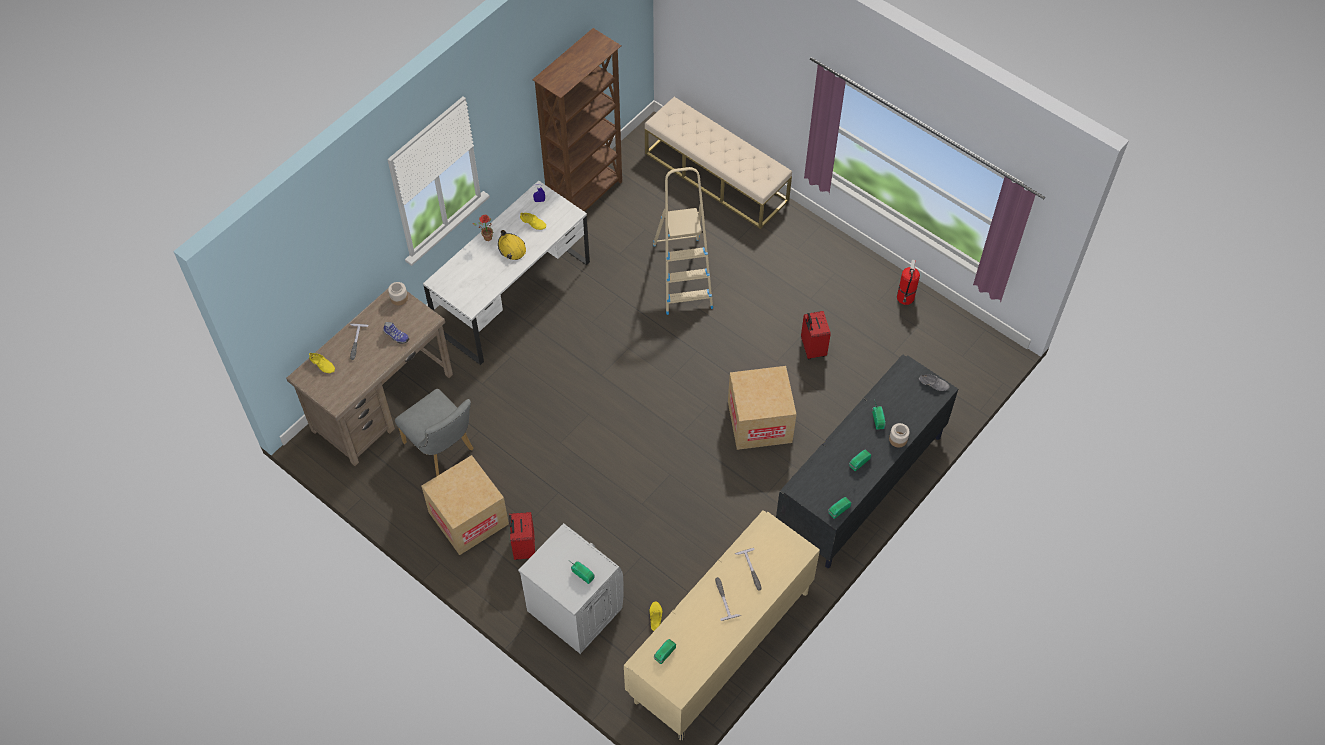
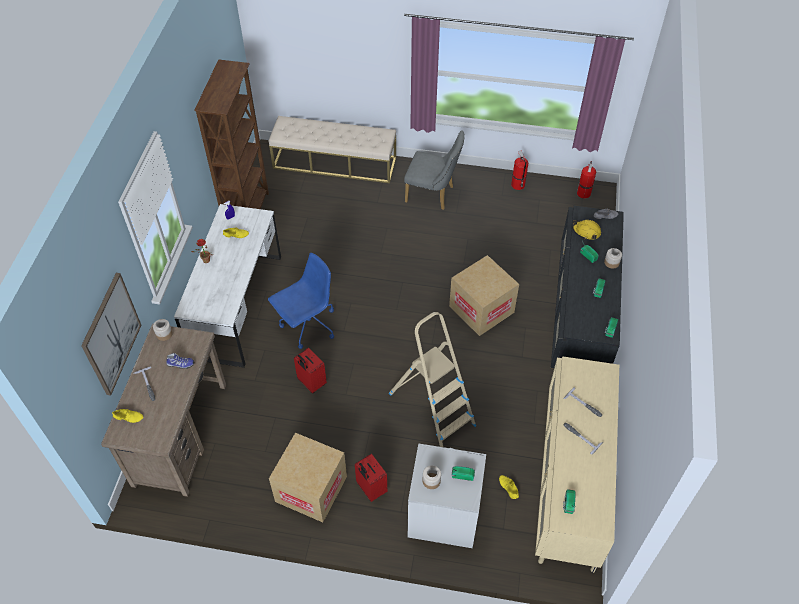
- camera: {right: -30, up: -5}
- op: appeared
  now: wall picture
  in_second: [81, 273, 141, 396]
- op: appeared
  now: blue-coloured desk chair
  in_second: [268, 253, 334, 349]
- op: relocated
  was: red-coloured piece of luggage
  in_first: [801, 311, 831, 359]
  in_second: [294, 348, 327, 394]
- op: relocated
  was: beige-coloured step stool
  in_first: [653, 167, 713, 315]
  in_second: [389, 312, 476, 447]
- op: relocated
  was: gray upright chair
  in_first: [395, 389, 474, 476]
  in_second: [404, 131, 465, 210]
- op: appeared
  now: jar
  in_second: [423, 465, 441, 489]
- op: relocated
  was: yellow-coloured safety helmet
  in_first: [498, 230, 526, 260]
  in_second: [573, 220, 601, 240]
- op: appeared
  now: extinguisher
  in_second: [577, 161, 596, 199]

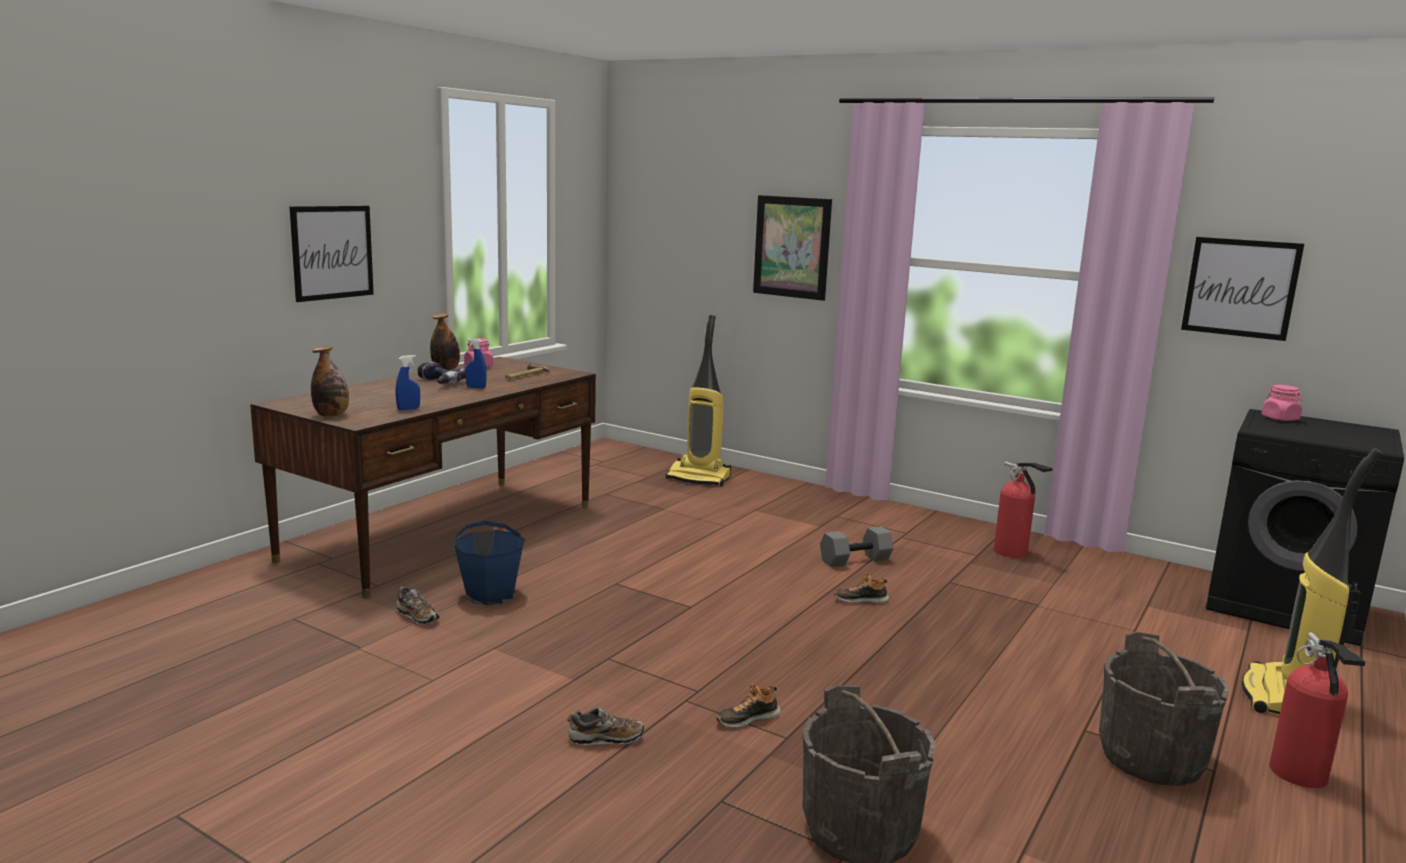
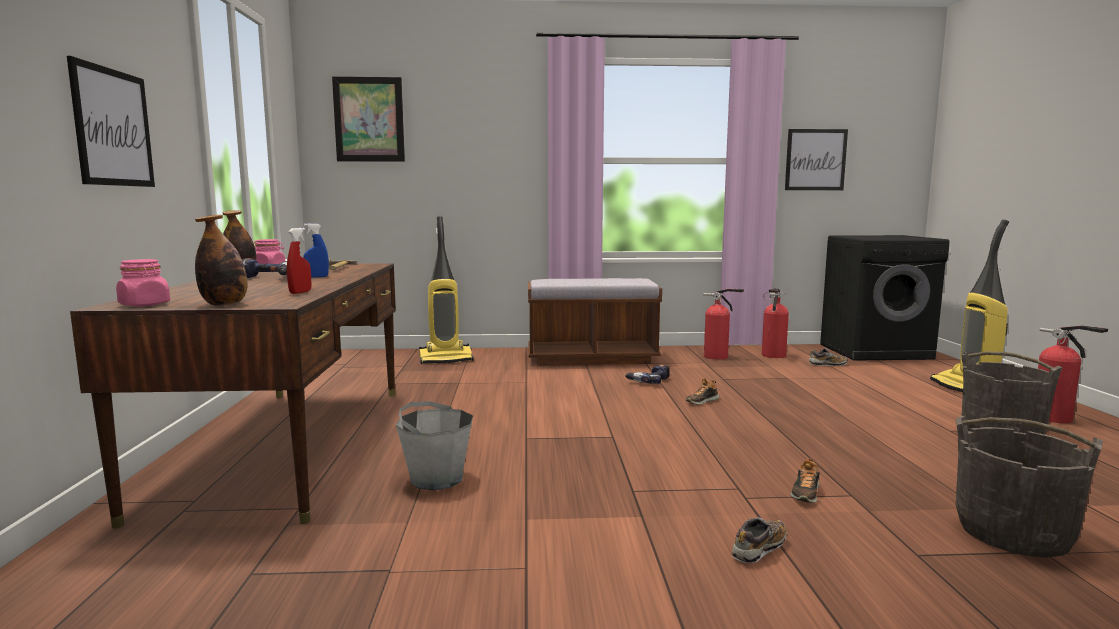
- camera: {right: -35, up: -5}
- op: relocated
  was: pink jar
  in_first: [1261, 385, 1303, 421]
  in_second: [116, 259, 170, 307]
- op: colour
  was: blue-coloured sprayer
  now: red-coloured sprayer
  in_first: [395, 355, 420, 410]
  in_second: [287, 228, 311, 294]
- op: relocated
  was: wall picture
  in_first: [753, 195, 832, 301]
  in_second: [332, 76, 405, 162]
- op: colour
  was: blue-coloured pail
  now: gray pail
  in_first: [454, 521, 525, 606]
  in_second: [396, 401, 473, 490]
- op: appeared
  now: brownish long seat
  in_second: [528, 278, 662, 365]
- op: exchanged
  was: gray free weight
  now: power drill
  in_first: [820, 526, 894, 567]
  in_second: [625, 365, 670, 384]
- op: appeared
  now: extinguisher
  in_second: [762, 289, 789, 358]
- op: relocated
  was: item of footwear
  in_first: [397, 586, 440, 625]
  in_second: [809, 348, 848, 366]

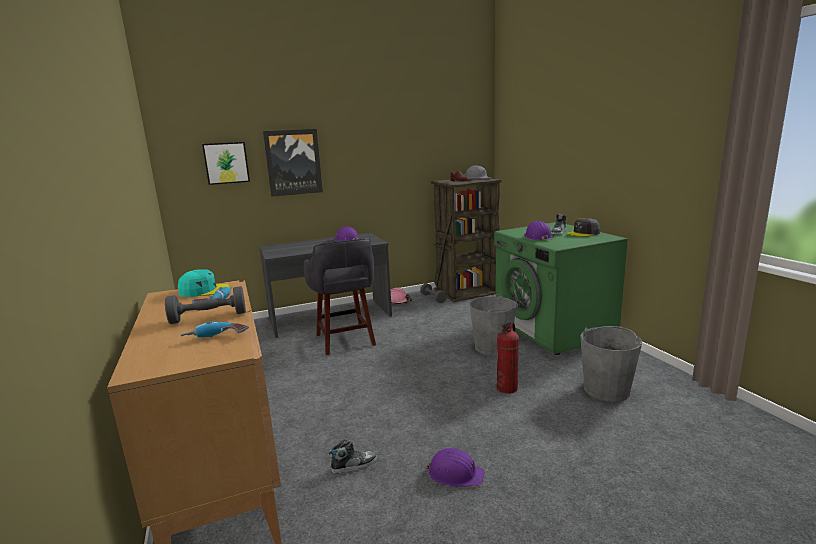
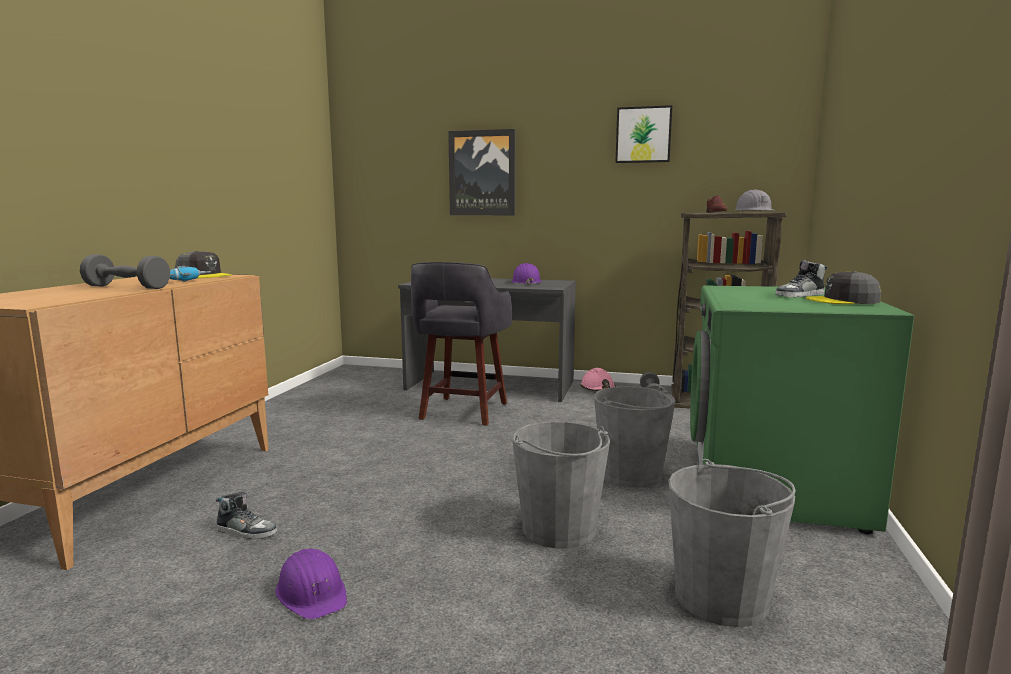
- camera: {right: 35, up: -5}
- op: colour
  was: turquoise-coloured baseball cap
  now: gray baseball cap
  in_first: [178, 269, 230, 297]
  in_second: [175, 251, 232, 279]
- op: exchanged
  was: extinguisher
  now: gray pail
  in_first: [497, 321, 519, 394]
  in_second: [512, 421, 610, 549]
- op: relocated
  was: wall picture
  in_first: [202, 142, 250, 185]
  in_second: [615, 105, 672, 163]
- op: missing
  was: power drill
  in_first: [181, 320, 249, 337]
- op: missing
  was: purple-coloured safety helmet
  in_first: [524, 221, 553, 241]

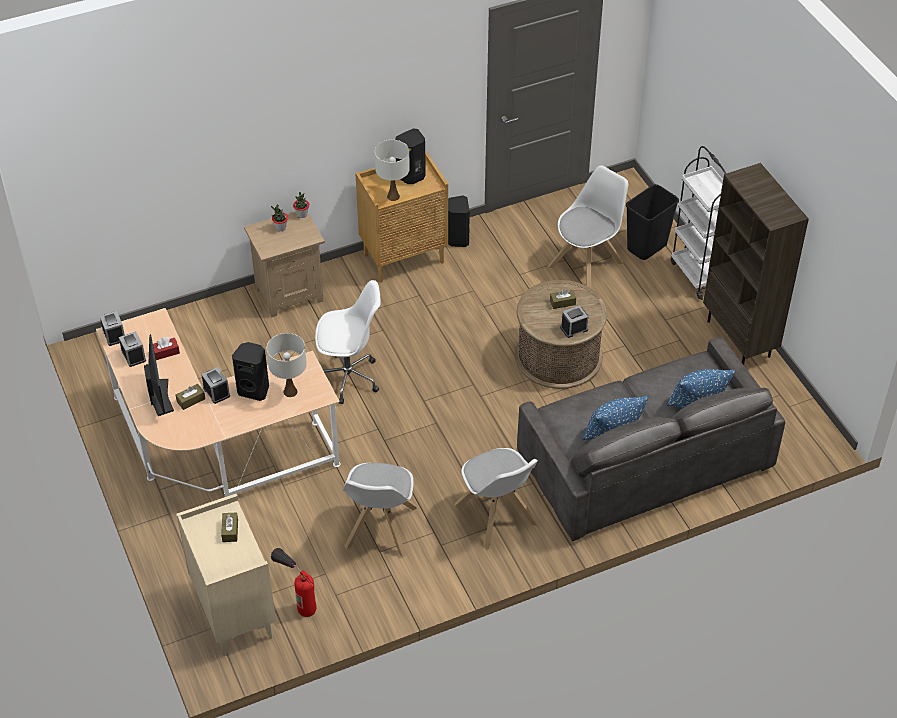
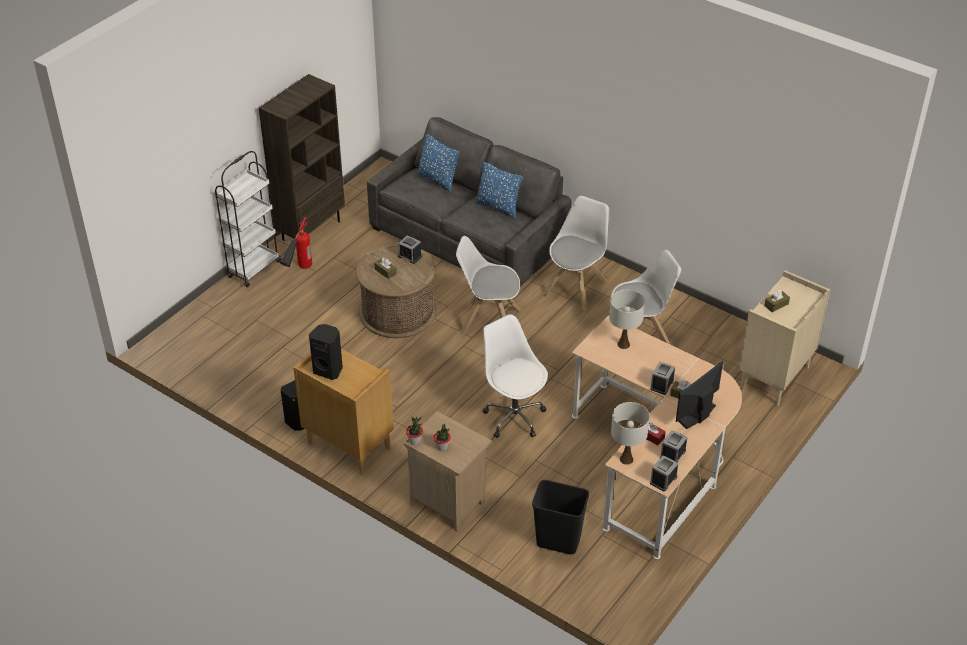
- camera: {right: -120, up: -5}
- op: relocated
  was: extinguisher
  in_first: [271, 548, 316, 617]
  in_second: [280, 217, 312, 269]
- op: relocated
  was: upright chair
  in_first: [548, 166, 628, 288]
  in_second: [456, 236, 521, 335]
- op: relocated
  was: blackish trash can
  in_first: [626, 184, 679, 260]
  in_second: [532, 480, 589, 554]
- op: relocated
  was: white-coloured table lamp
  in_first: [375, 140, 410, 201]
  in_second: [611, 402, 650, 465]
- op: missing
  was: blackish speaker
  in_first: [232, 342, 269, 401]

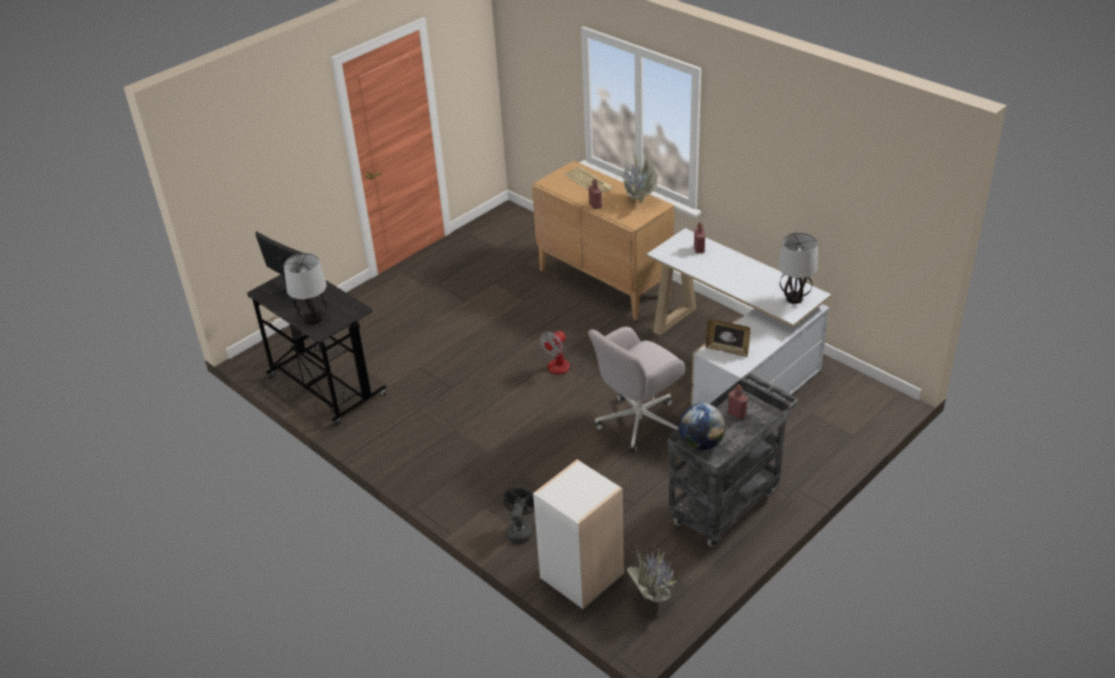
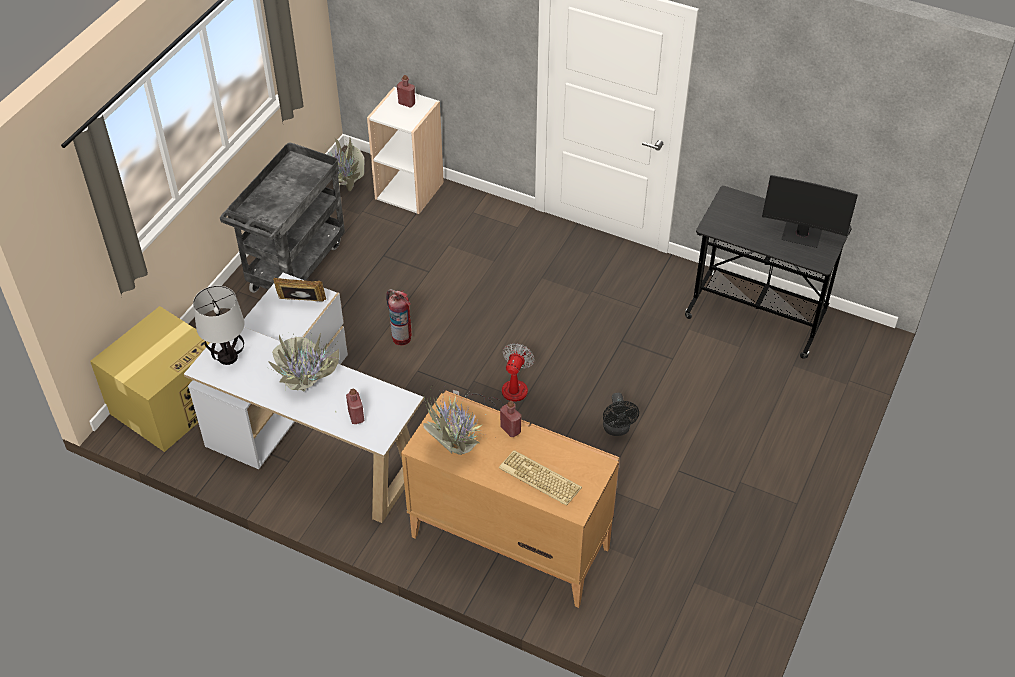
- camera: {right: 160, up: 10}
- op: appeared
  now: packing box
  in_second: [90, 306, 210, 452]
- op: appeared
  now: houseplant
  in_second: [268, 328, 341, 412]
- op: exchanged
  was: gray desk chair
  now: extinguisher
  in_first: [588, 327, 685, 453]
  in_second: [386, 289, 411, 345]
- op: relocated
  was: red-coloured bottle
  in_first: [728, 385, 748, 419]
  in_second: [397, 75, 415, 108]
- op: relocated
  was: blackish cooling fan
  in_first: [503, 488, 534, 543]
  in_second: [603, 393, 639, 436]
- op: missing
  was: table lamp
  in_first: [284, 253, 327, 325]
- op: missing
  was: world globe
  in_first: [679, 403, 726, 450]

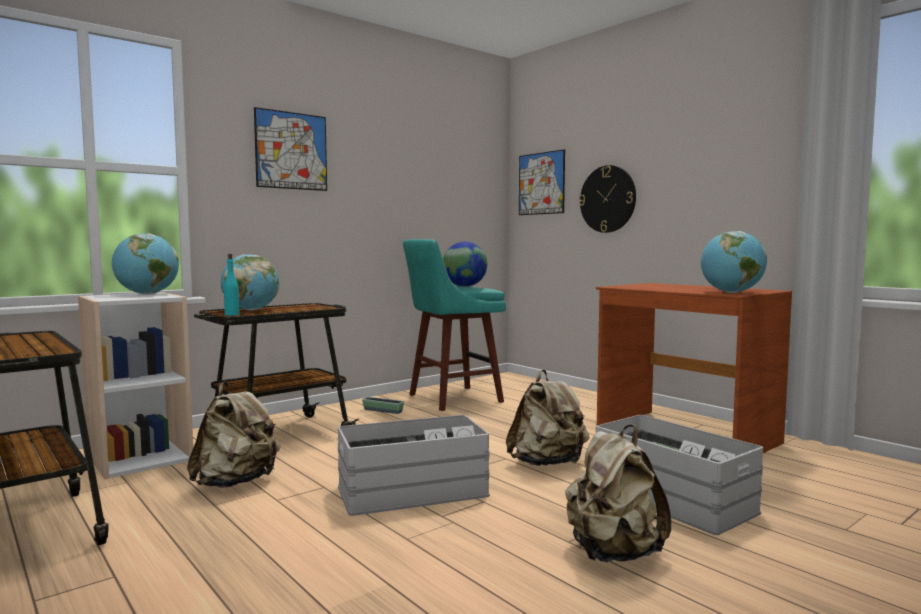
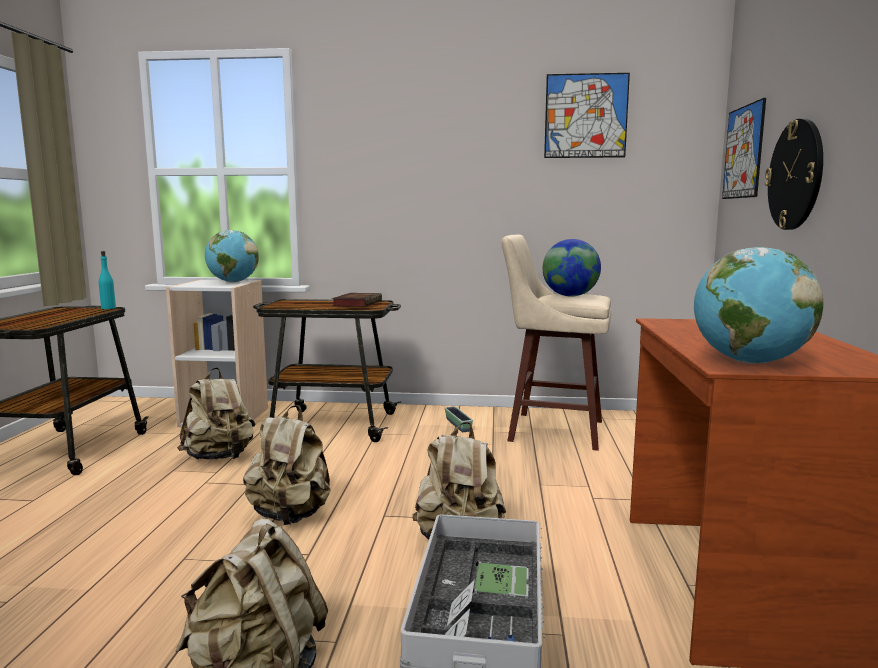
- camera: {right: 45, up: 5}
- op: relocated
  was: turquoise-coloured bottle
  in_first: [224, 254, 240, 316]
  in_second: [99, 251, 116, 309]
- op: exchanged
  was: gray storage container
  now: beige-coloured knapsack
  in_first: [338, 415, 490, 516]
  in_second: [243, 405, 331, 525]
- op: appeared
  now: volume
  in_second: [332, 293, 382, 307]
- op: colour
  was: turquoise-coloured stool
  now: beige-coloured stool
  in_first: [403, 239, 506, 411]
  in_second: [501, 235, 611, 451]
- op: relocated
  was: wall picture
  in_first: [254, 107, 327, 191]
  in_second: [544, 73, 630, 158]
- op: missing
  was: world globe
  in_first: [221, 254, 279, 311]

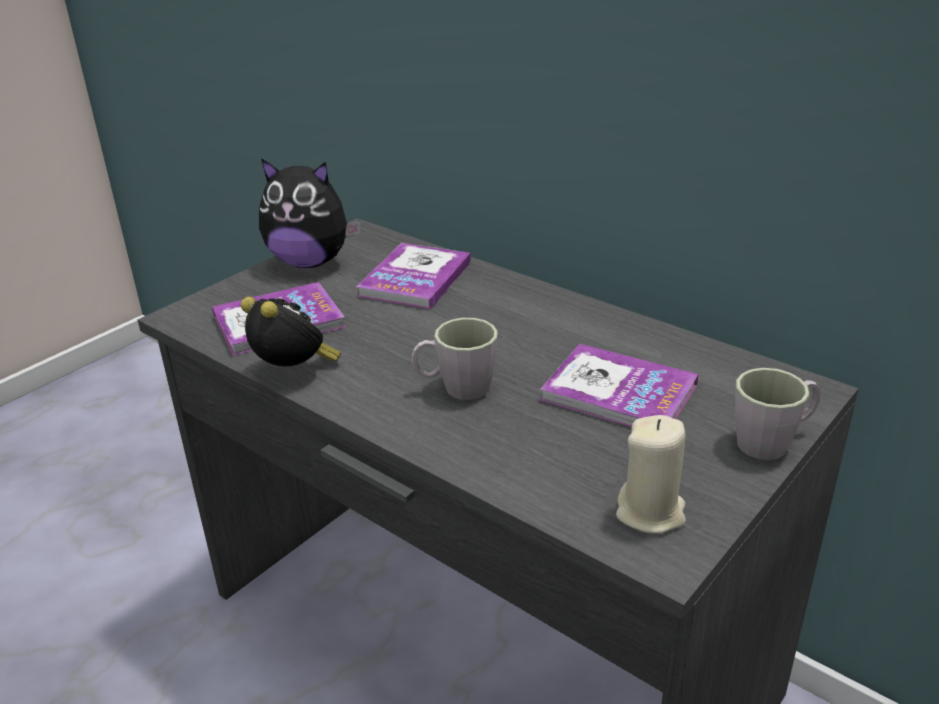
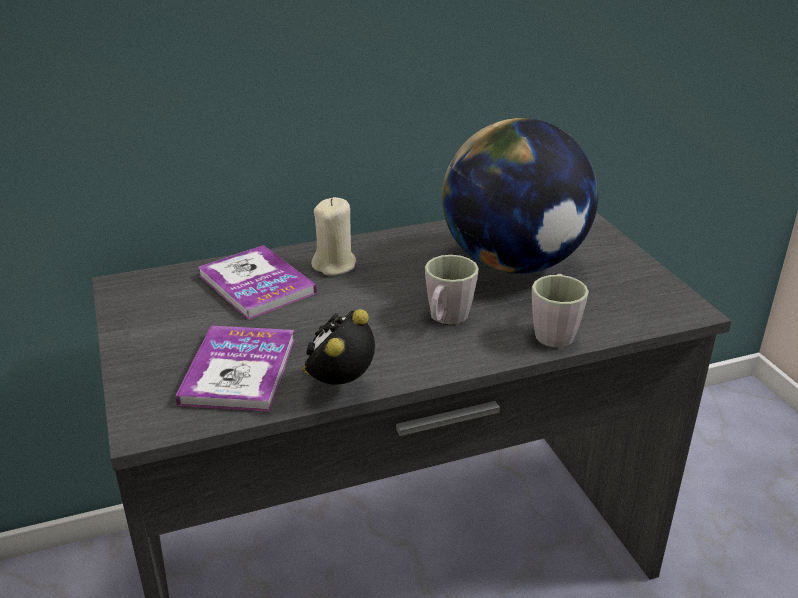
- camera: {right: -60, up: 0}
- op: spun
  was: bedside clock
  in_first: [241, 297, 341, 366]
  in_second: [302, 309, 375, 385]
  clockwise: -45
- op: relocated
  was: beige-coloured wax candle
  in_first: [616, 415, 686, 534]
  in_second: [311, 197, 356, 275]
- op: exchanged
  was: volume
  now: world globe
  in_first: [540, 344, 699, 427]
  in_second: [442, 118, 598, 274]
- op: relocated
  was: gray mug
  in_first: [735, 368, 820, 460]
  in_second: [532, 274, 589, 347]
- op: missing
  was: plush toy
  in_first: [259, 158, 361, 268]

